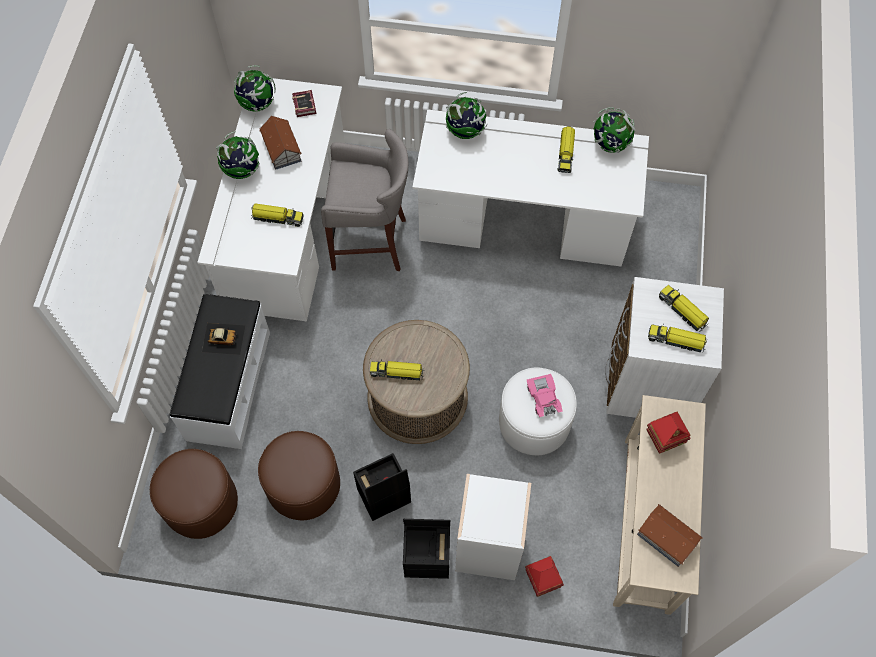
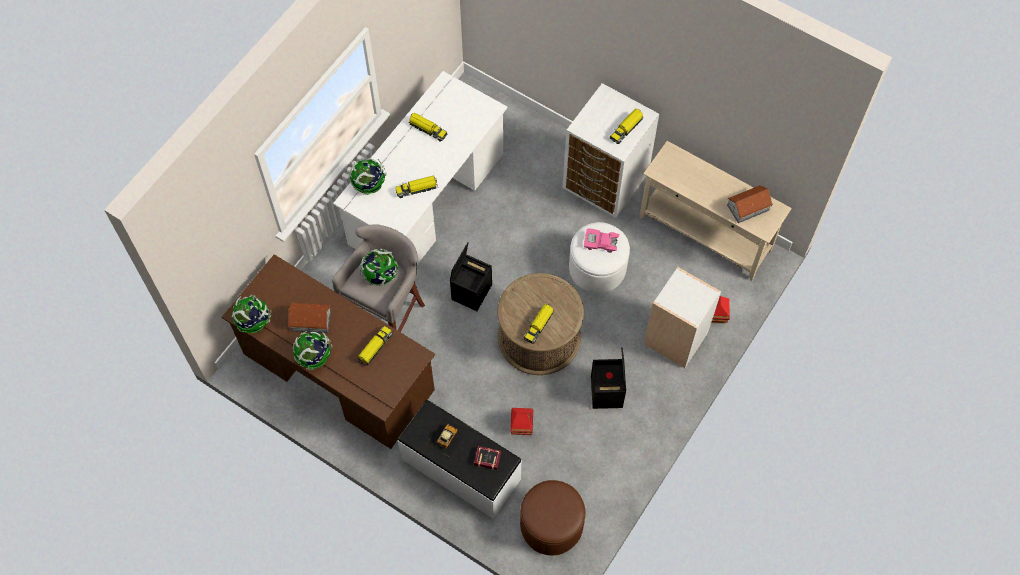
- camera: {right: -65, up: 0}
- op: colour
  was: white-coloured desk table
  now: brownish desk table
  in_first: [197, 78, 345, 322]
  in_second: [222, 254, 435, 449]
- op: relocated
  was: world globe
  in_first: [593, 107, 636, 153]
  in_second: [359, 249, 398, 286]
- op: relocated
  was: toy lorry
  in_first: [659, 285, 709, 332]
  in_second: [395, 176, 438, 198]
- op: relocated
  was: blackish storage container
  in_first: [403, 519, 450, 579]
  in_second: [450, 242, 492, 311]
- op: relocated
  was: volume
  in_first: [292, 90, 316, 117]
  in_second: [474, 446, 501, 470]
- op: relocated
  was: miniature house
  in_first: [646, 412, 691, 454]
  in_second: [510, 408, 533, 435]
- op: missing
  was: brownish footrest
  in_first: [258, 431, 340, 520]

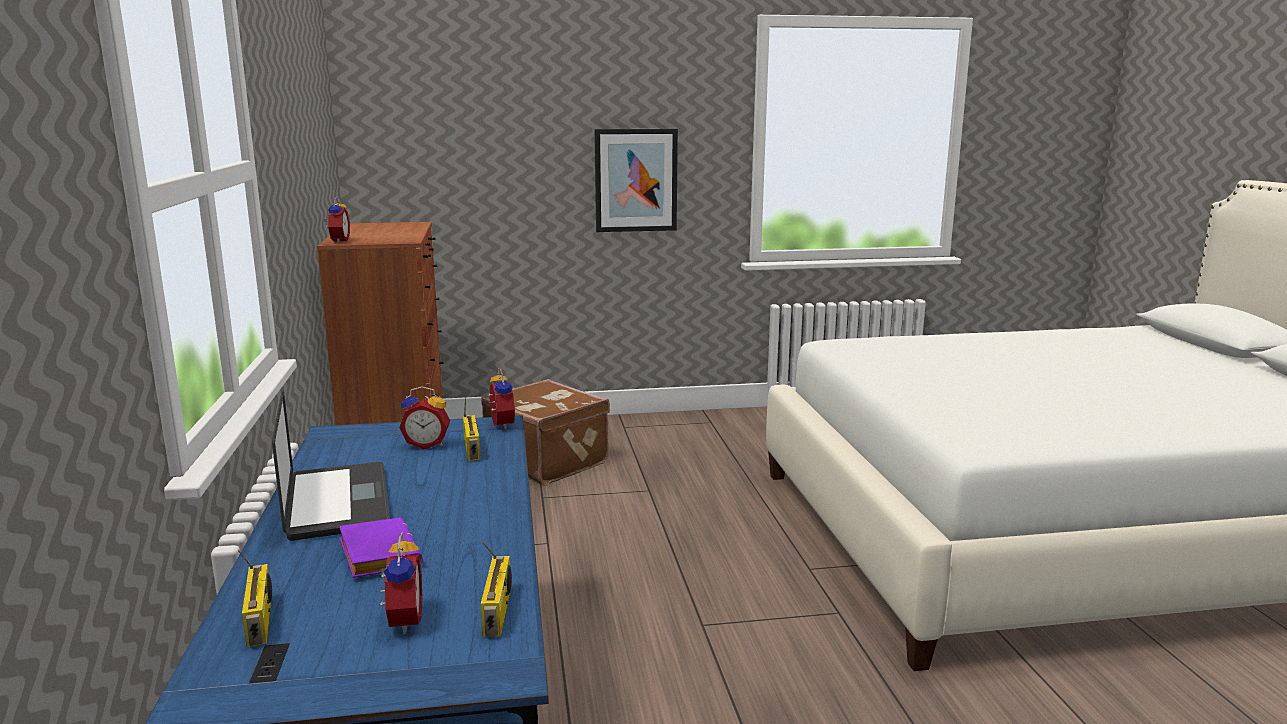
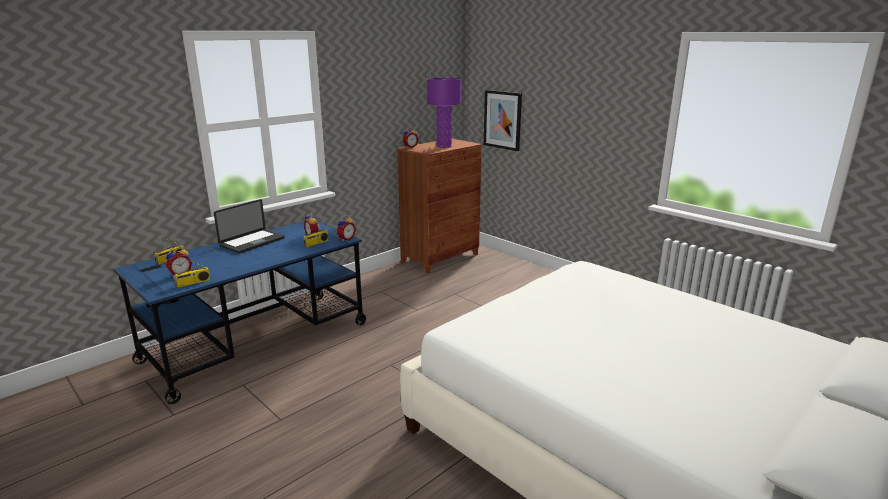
- camera: {right: 55, up: 5}
- op: appeared
  now: purple-coloured table lamp
  in_second: [427, 78, 461, 148]
- op: relocated
  was: wall picture
  in_first: [595, 129, 678, 232]
  in_second: [484, 90, 522, 151]
- op: missing
  was: purple-coloured volume
  in_first: [339, 517, 423, 578]
- op: missing
  was: brownish piece of luggage
  in_first: [481, 379, 610, 484]

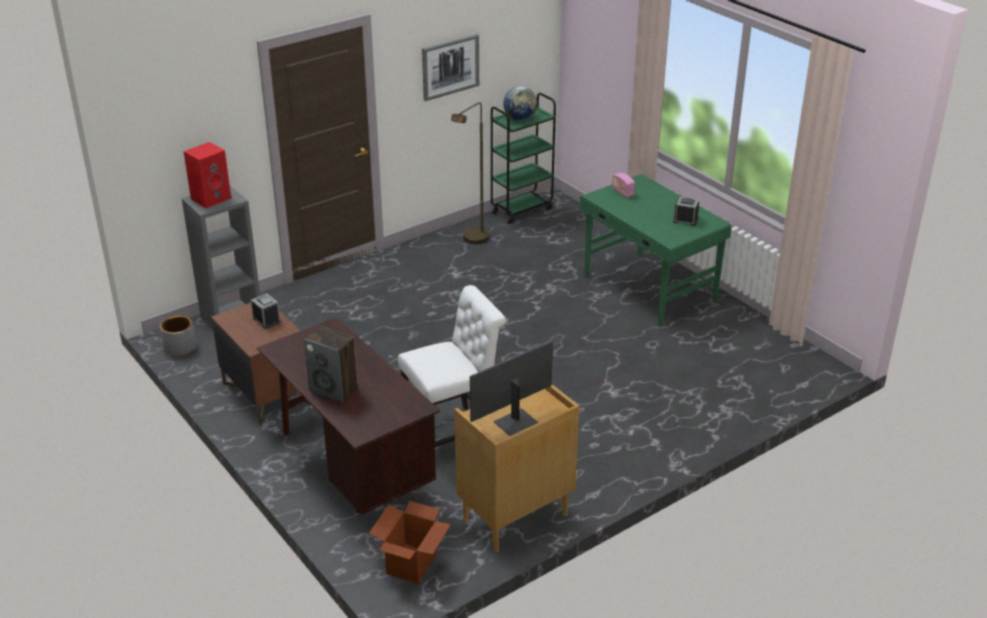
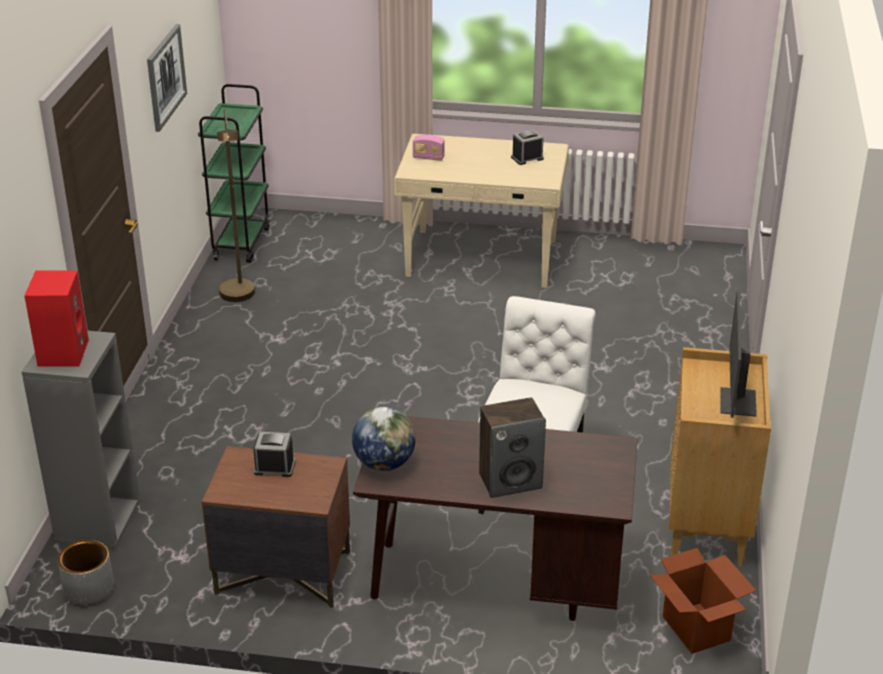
- camera: {right: -45, up: 0}
- op: relocated
  was: world globe
  in_first: [503, 86, 537, 121]
  in_second: [352, 407, 416, 471]
- op: colour
  was: greenish desk table
  now: beige-coloured desk table
  in_first: [580, 174, 732, 327]
  in_second: [394, 134, 569, 288]

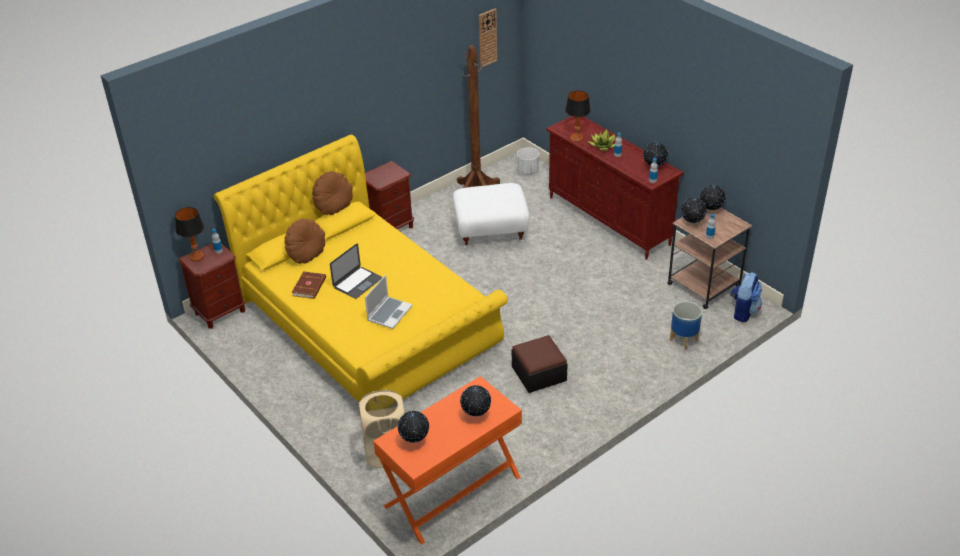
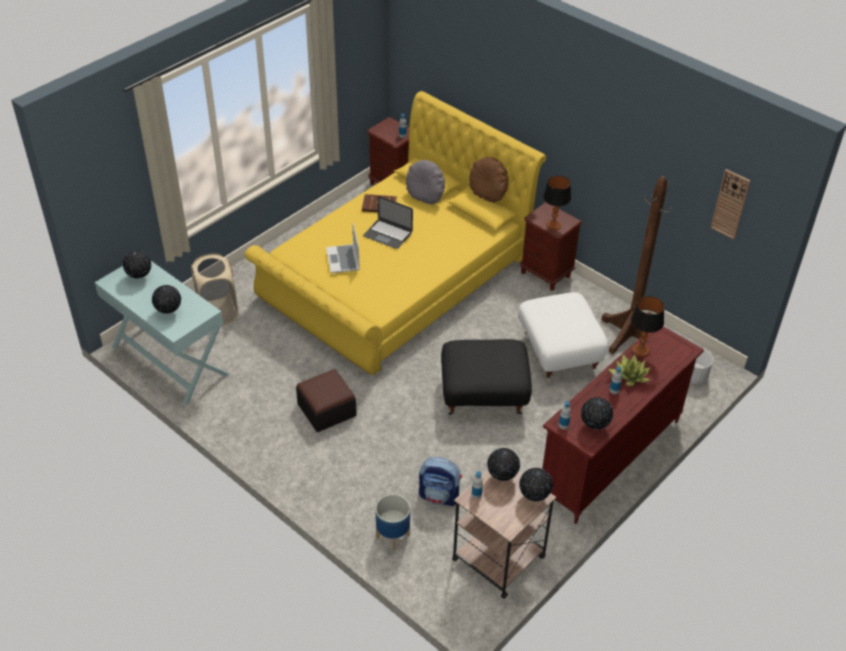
- camera: {right: 80, up: 5}
- op: colour
  was: orange-coloured desk table
  now: turquoise-coloured desk table
  in_first: [373, 376, 522, 545]
  in_second: [95, 261, 229, 405]
- op: spun
  was: portable computer
  in_first: [365, 275, 413, 329]
  in_second: [326, 222, 360, 273]
  clockwise: 60
- op: colour
  was: brownish pillow
  now: gray pillow
  in_first: [284, 219, 325, 264]
  in_second: [406, 160, 445, 205]
- op: relocated
  was: knapsack
  in_first: [730, 272, 762, 322]
  in_second: [419, 457, 462, 507]
- op: appeared
  now: blackish footrest
  in_second: [441, 339, 532, 415]
- op: relocated
  was: table lamp
  in_first: [175, 207, 204, 262]
  in_second: [543, 176, 571, 231]

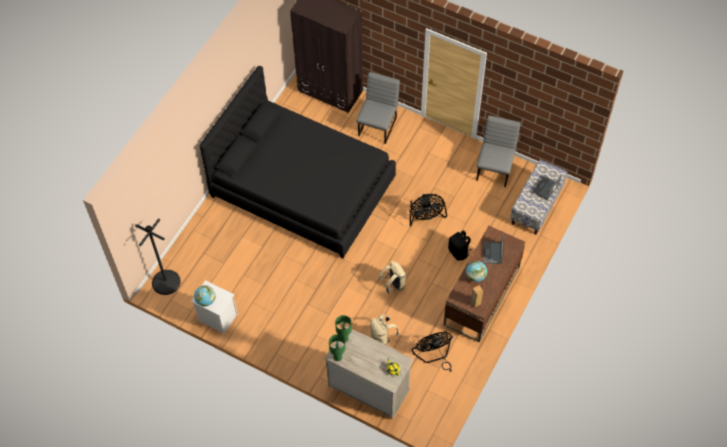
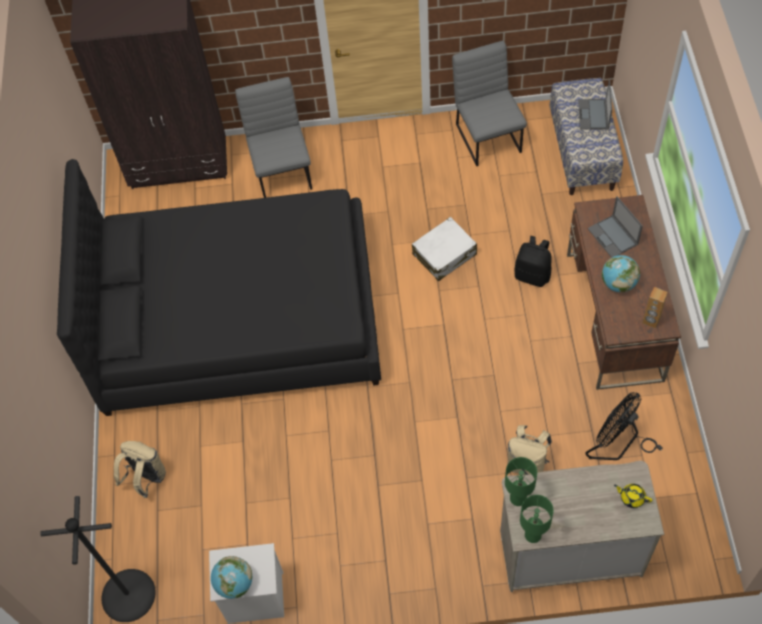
- camera: {right: -30, up: 0}
- op: relocated
  was: beige-coloured knapsack
  in_first: [378, 261, 406, 294]
  in_second: [114, 441, 166, 498]
- op: exchanged
  was: blackish cooling fan
  now: white-coloured piece of luggage
  in_first: [409, 194, 447, 226]
  in_second: [412, 217, 477, 281]

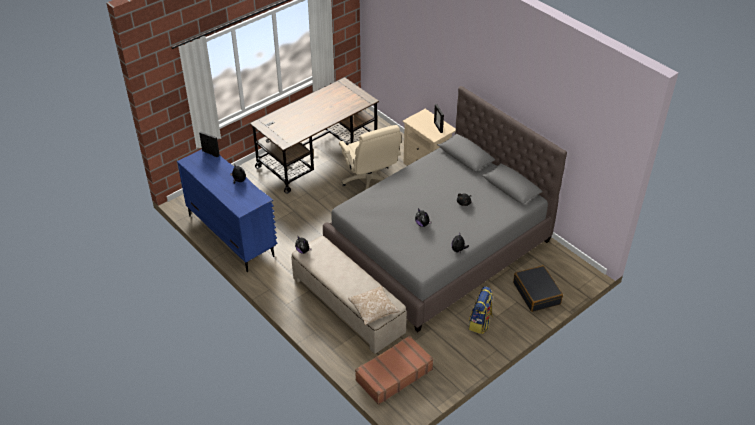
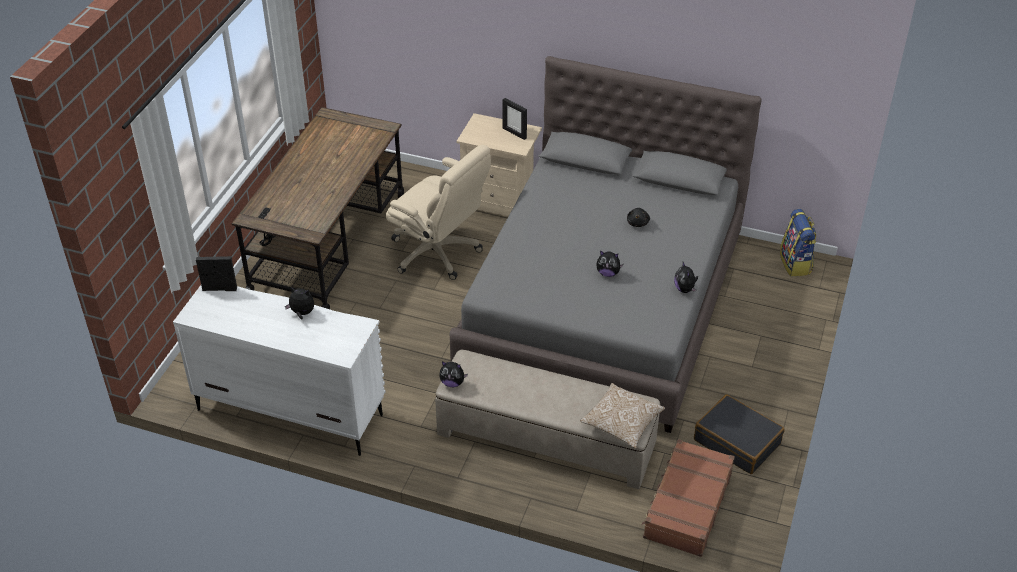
- camera: {right: -30, up: 0}
- op: colour
  was: blue-coloured dresser
  now: white-coloured dresser
  in_first: [177, 149, 278, 272]
  in_second: [173, 285, 386, 456]
- op: relocated
  was: blackish piece of luggage
  in_first: [513, 265, 563, 312]
  in_second: [694, 394, 785, 474]
- op: relocated
  was: knapsack
  in_first: [469, 287, 493, 334]
  in_second: [780, 209, 817, 277]

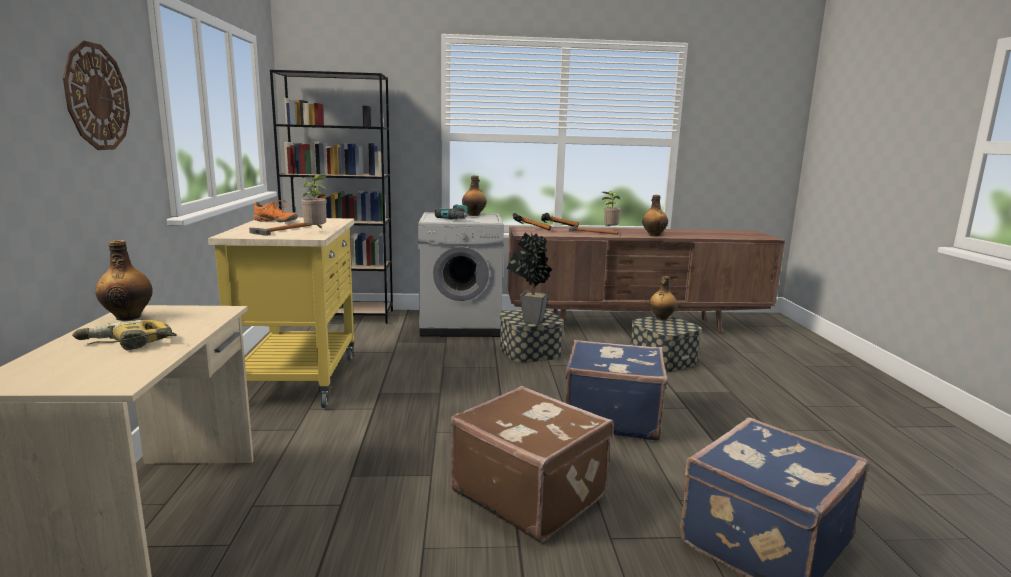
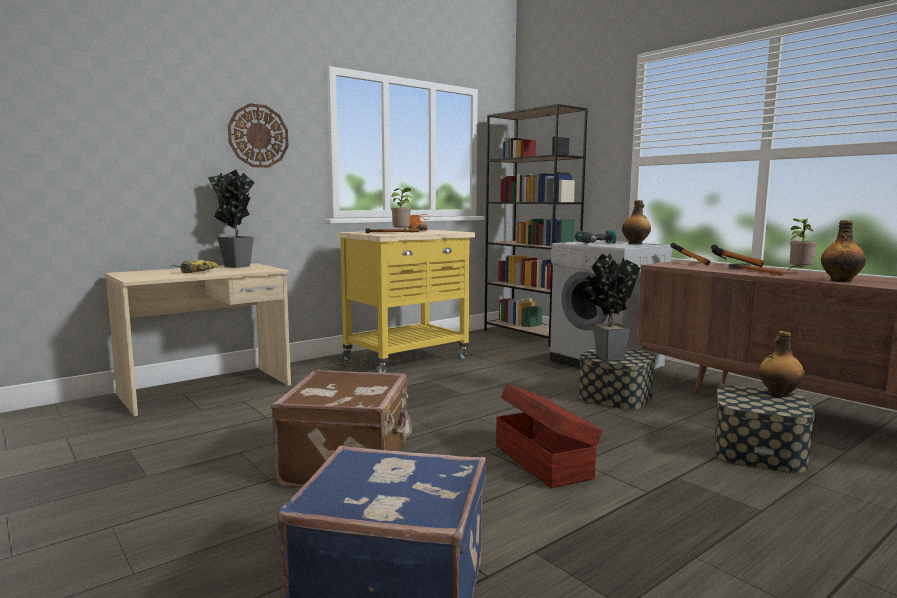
- camera: {right: 55, up: -5}
- op: exchanged
  was: bottle
  now: houseplant
  in_first: [95, 240, 153, 321]
  in_second: [208, 170, 254, 268]
- op: exchanged
  was: blue-coloured piece of luggage
  now: brownish storage container
  in_first: [566, 340, 667, 440]
  in_second: [496, 384, 603, 488]

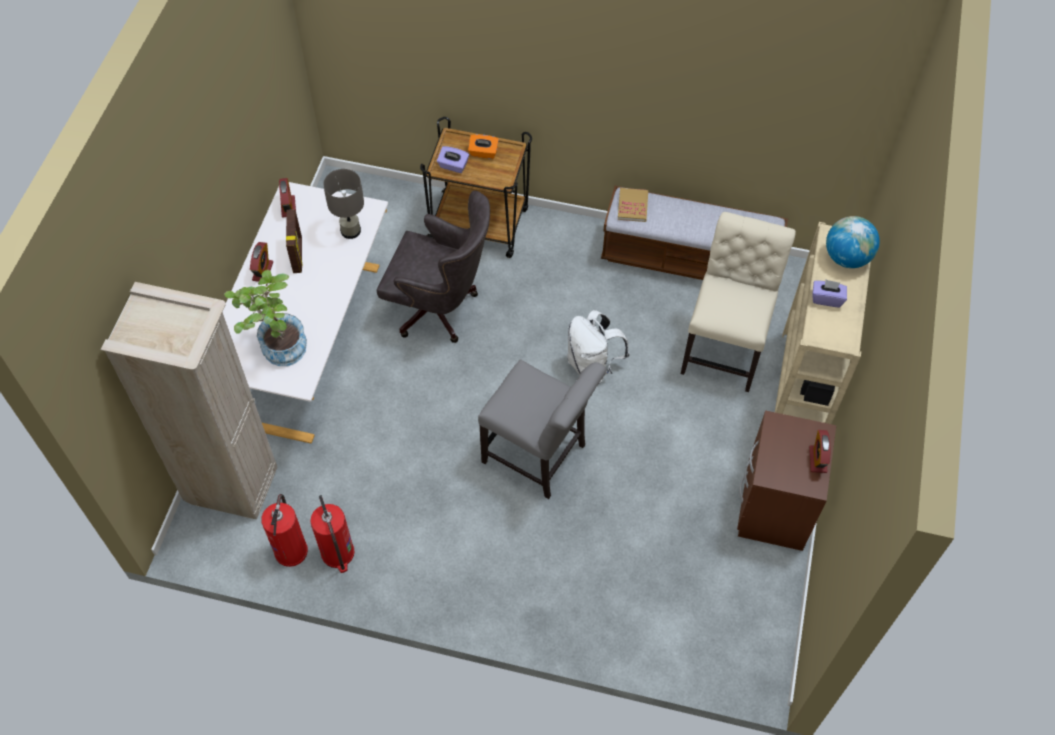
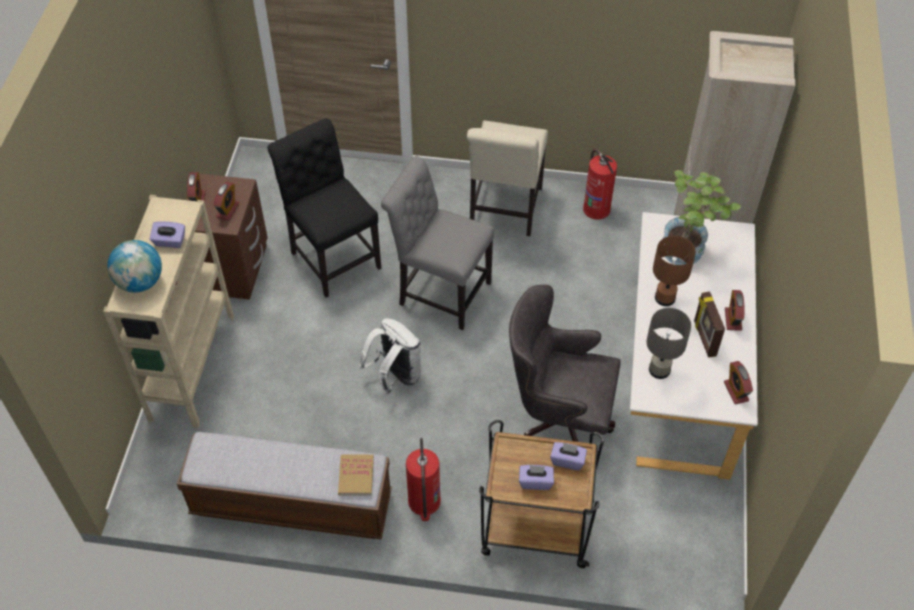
- camera: {right: 175, up: -5}
- op: appeared
  now: bedside clock
  in_second: [214, 182, 239, 221]
- op: appeared
  now: blackish upright chair
  in_second: [267, 118, 381, 298]
- op: relocated
  was: extinguisher
  in_first: [261, 494, 308, 567]
  in_second: [406, 438, 441, 521]
- op: relocated
  was: beige-coloured upright chair
  in_first: [681, 212, 796, 392]
  in_second: [467, 121, 548, 236]
- op: colour
  was: orange-coloured box of tissues
  now: purple-coloured box of tissues
  in_first: [468, 134, 499, 159]
  in_second: [519, 465, 554, 490]
- op: appeared
  now: brownish table lamp
  in_second: [653, 236, 696, 306]

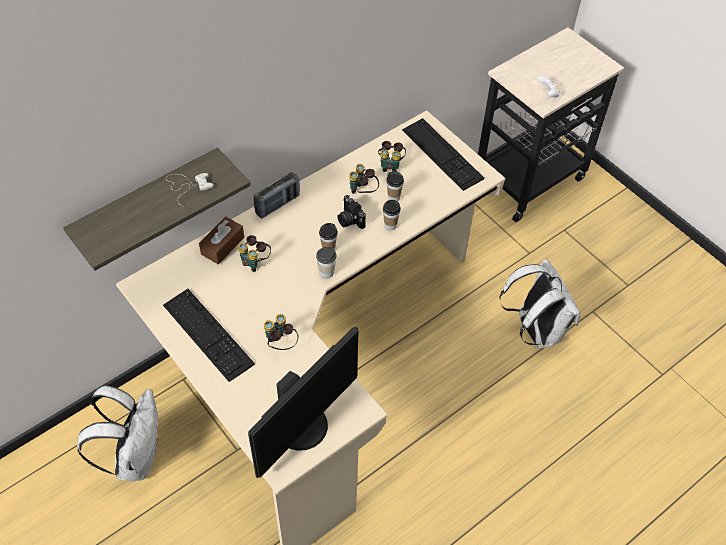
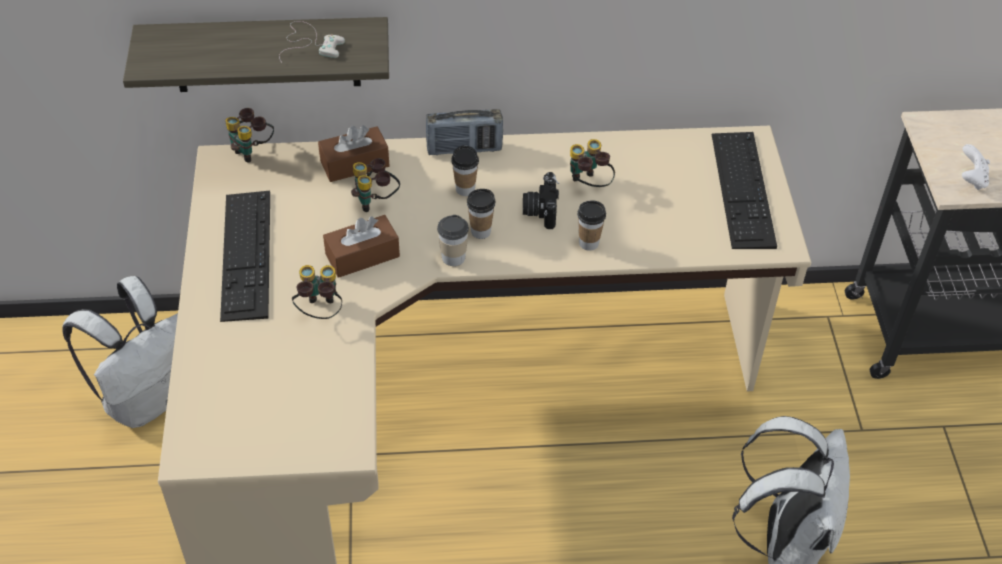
- camera: {right: 35, up: -5}
- op: relocated
  was: field glasses
  in_first: [378, 141, 406, 172]
  in_second: [225, 108, 274, 162]
- op: appeared
  now: brownish box of tissues
  in_second: [323, 215, 400, 278]
- op: relocated
  was: small cup
  in_first: [386, 171, 404, 201]
  in_second: [451, 145, 479, 196]
- op: missing
  was: computer screen
  in_first: [248, 327, 358, 478]

